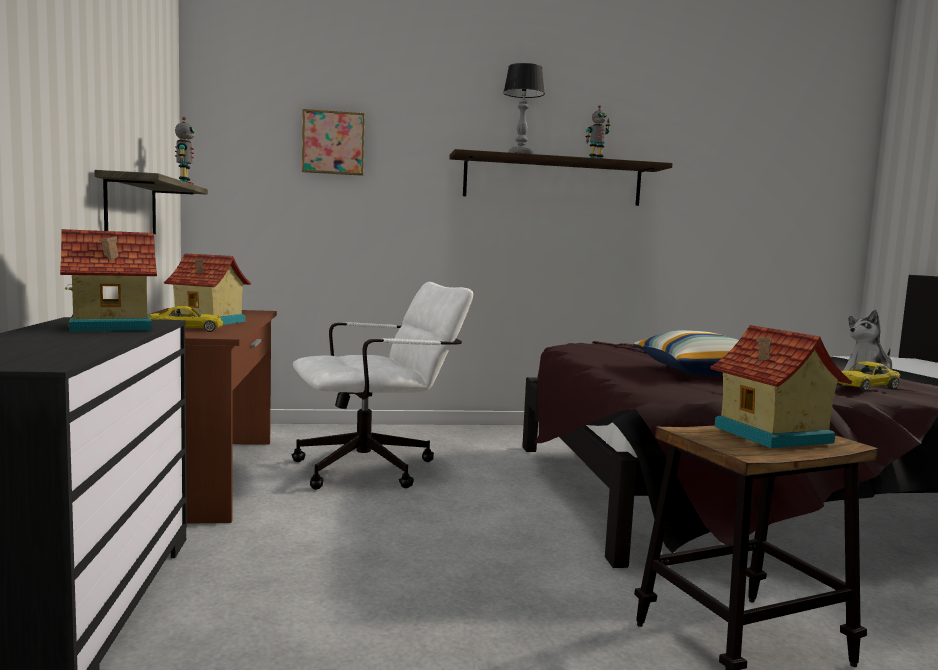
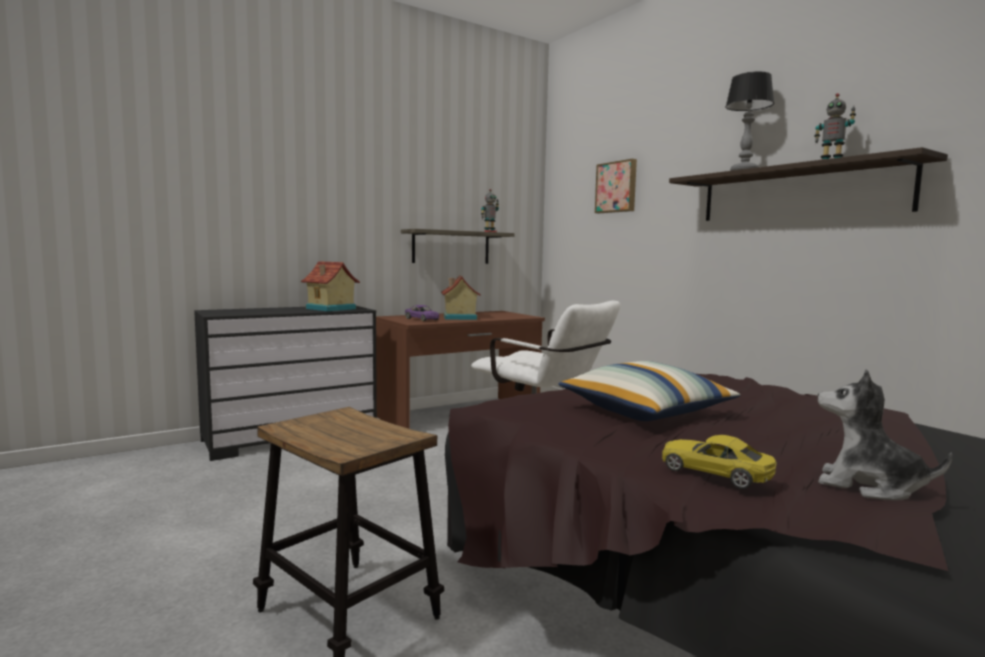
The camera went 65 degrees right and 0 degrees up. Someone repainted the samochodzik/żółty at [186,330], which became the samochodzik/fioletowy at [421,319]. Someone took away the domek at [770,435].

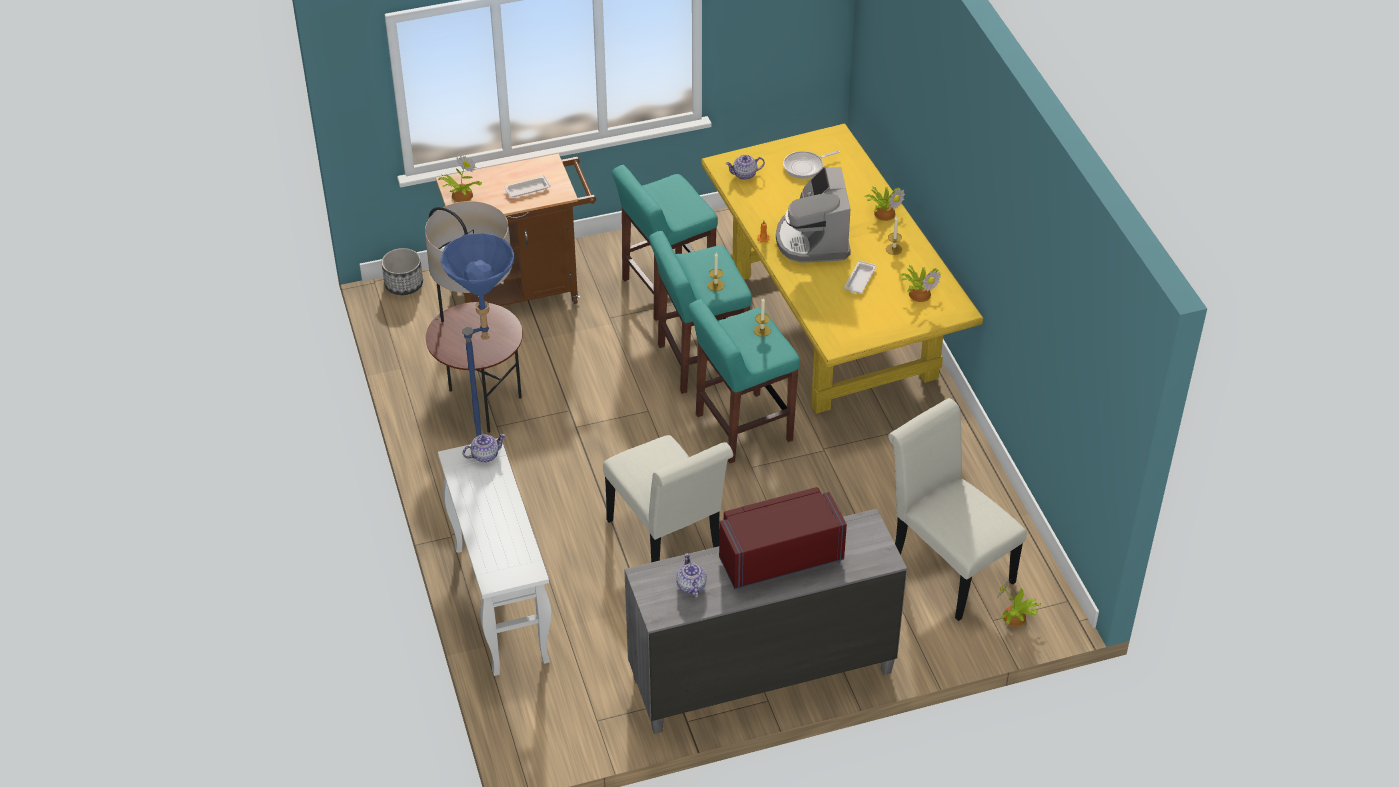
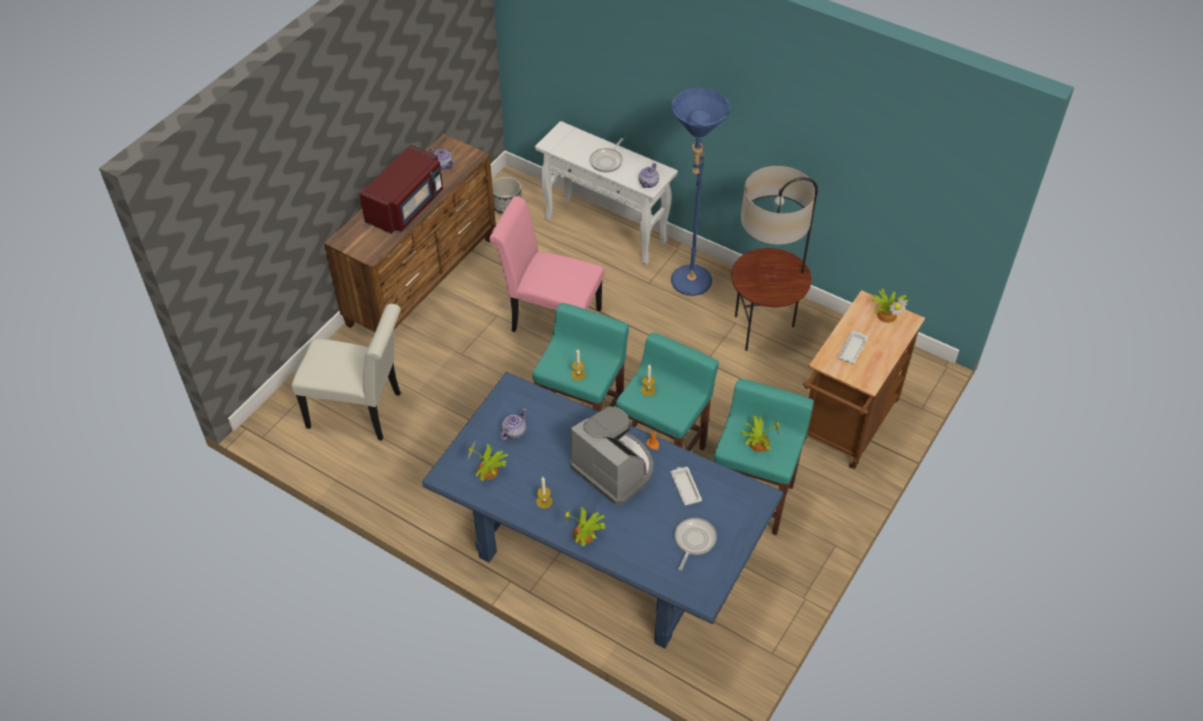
The camera went 140 degrees right and 5 degrees up. Someone repainted the stół jadalny/żółty at [833,326], which became the stół jadalny/niebieski at [600,552]. Someone carried the imbryk from [745,174] to [513,432]. Someone carried the donica from [404,284] to [506,205]. Someone carried the taca/biały from [859,280] to [685,487]. Someone repainted the krzesło/biały at [668,543], which became the krzesło/różowy at [550,318]. Someone repainted the komoda/szary at [760,674], which became the komoda/brązowy at [423,281]. Someone carried the roślina doniczkowa from [1015,618] to [758,443]. Someone put down the patelnia at [607,161].

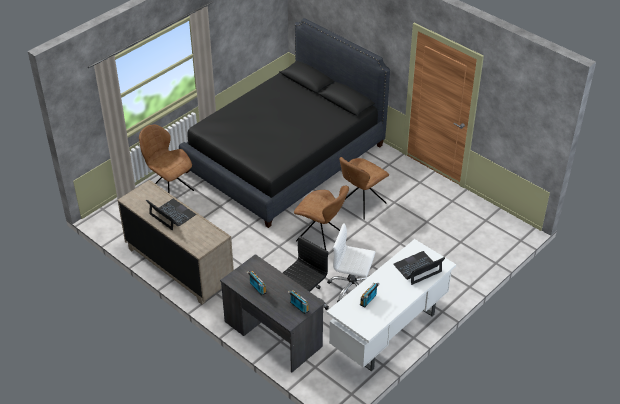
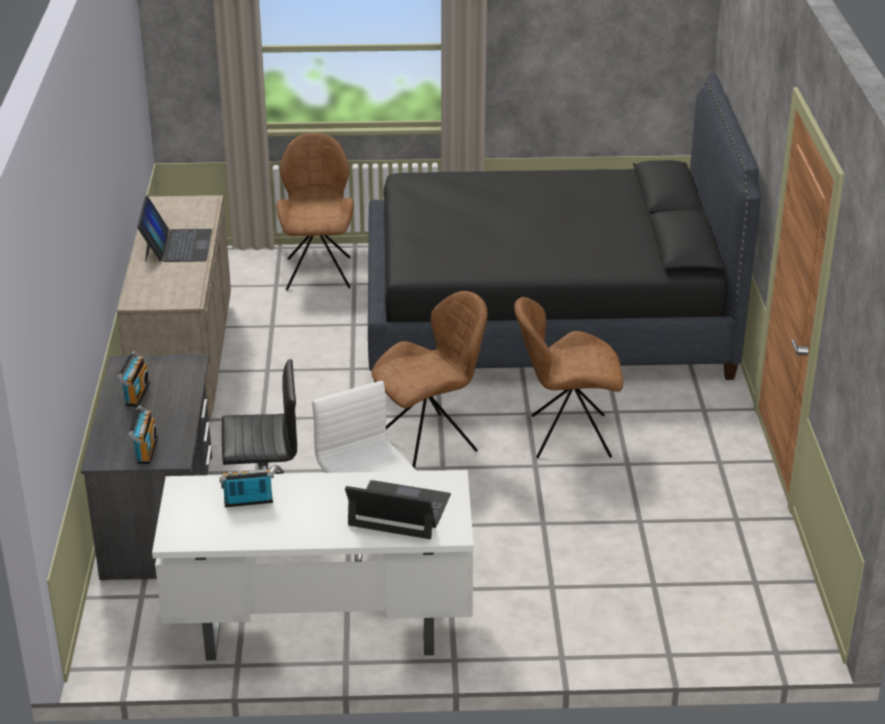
The camera went 45 degrees right and 10 degrees down. Someone rotated the krzesło/brązowy at [321,237] by 105 degrees counterclockwise.

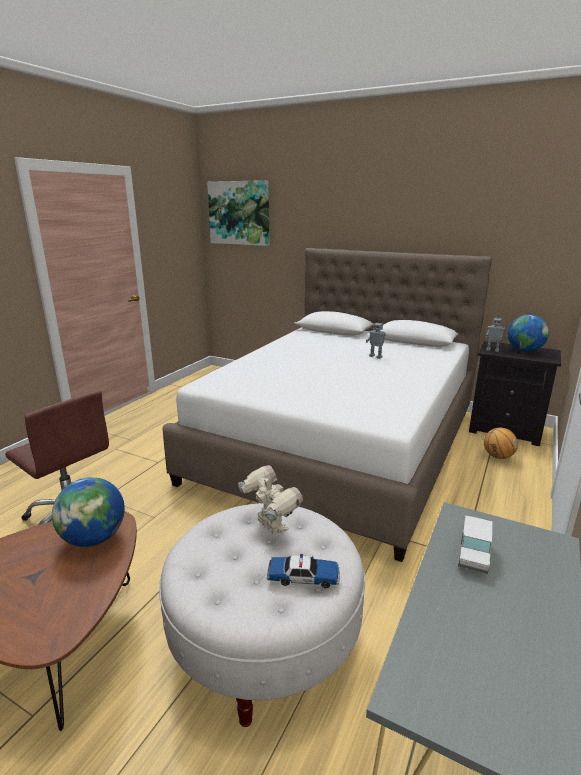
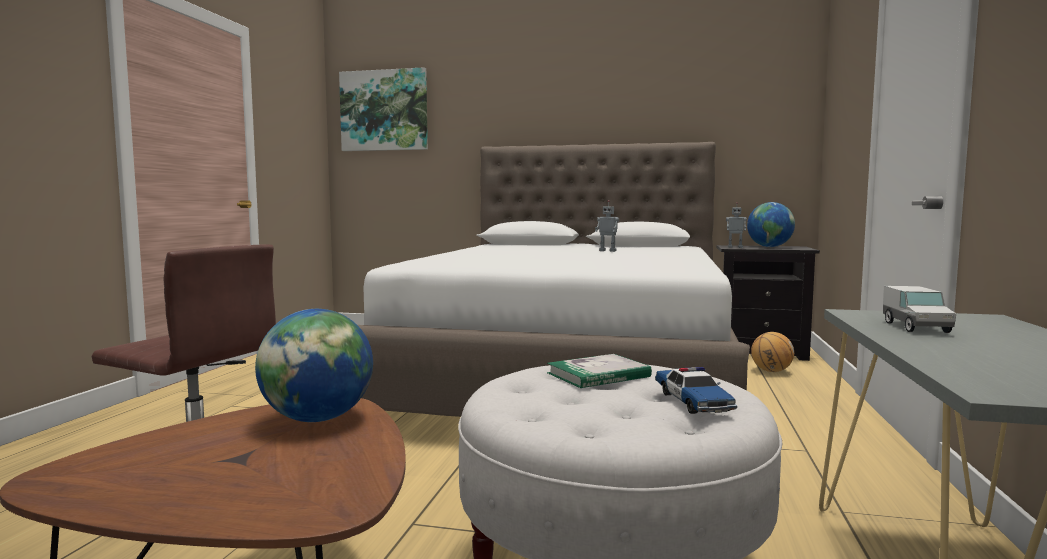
The camera went 15 degrees left and 15 degrees down. Someone swapped the robot zabawkowy at [270,527] for the książka at [598,375]. Someone rotated the samochodzik at [303,577] by 90 degrees clockwise.

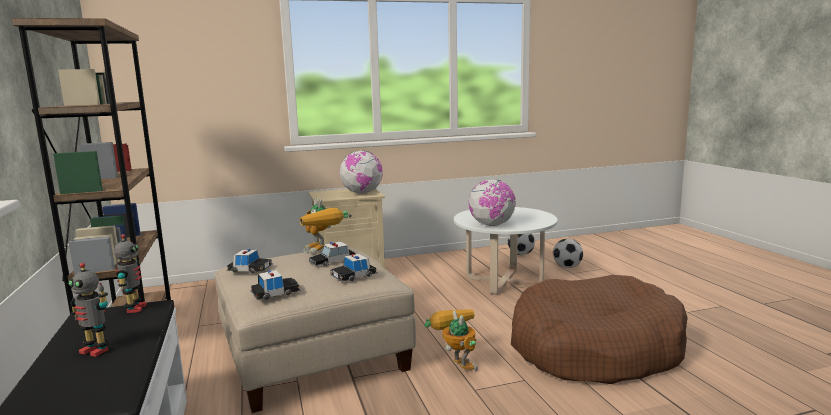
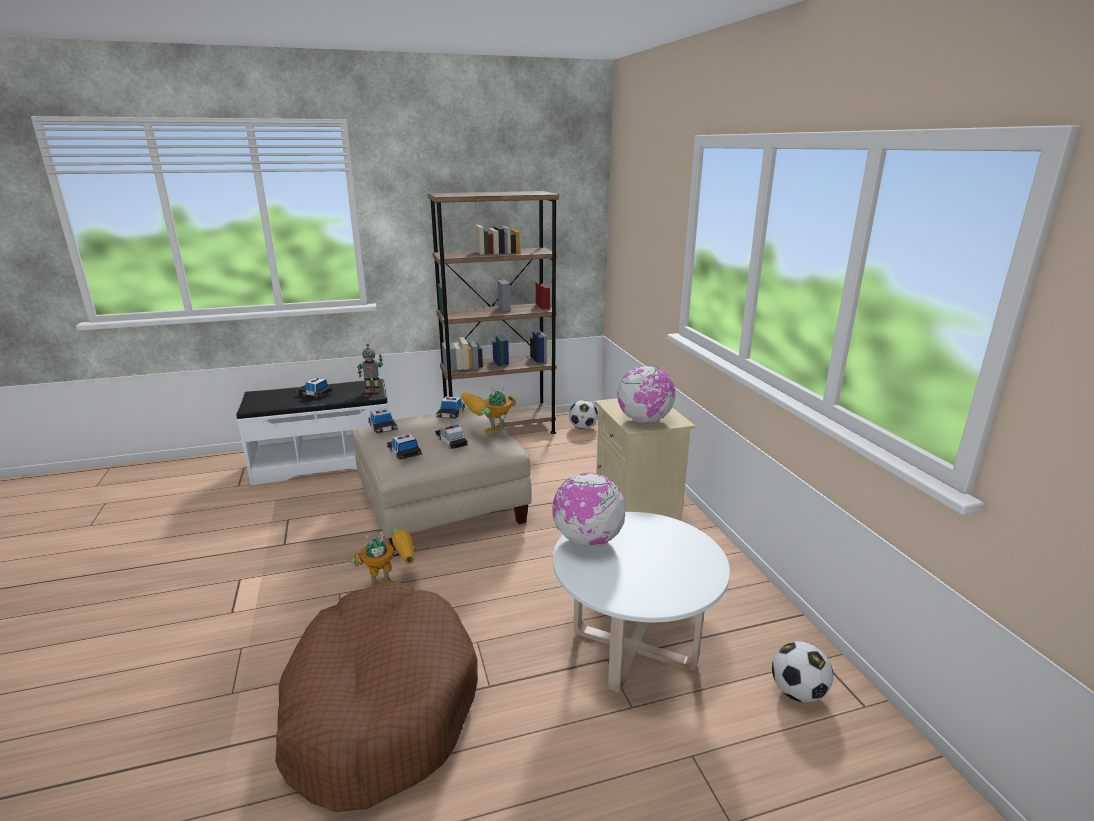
The camera went 90 degrees right and 10 degrees up. Someone carried the piłka futbolowa from [567,267] to [583,427]. Someone swapped the robot zabawkowy at [96,350] for the samochodzik at [315,393].

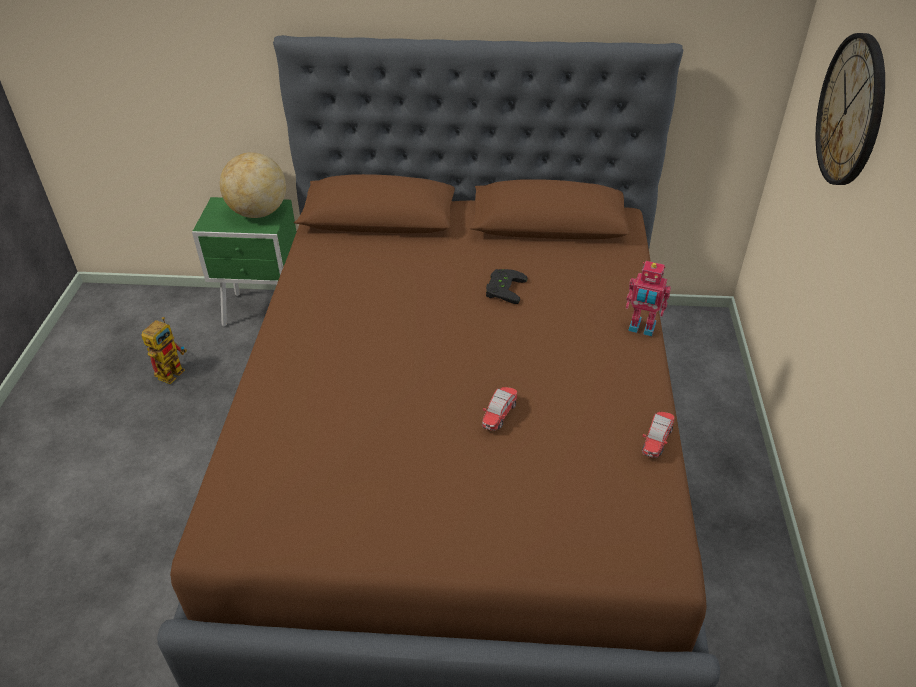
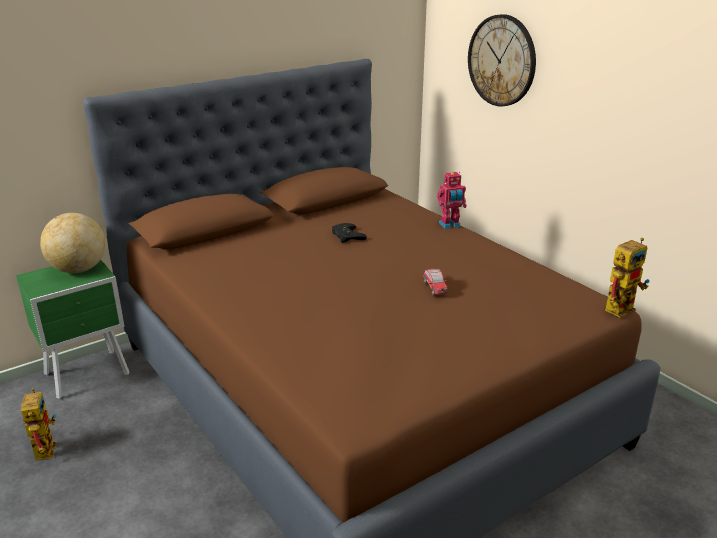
The camera went 40 degrees left and 15 degrees down. Someone took away the samochodzik at [656,441]. Someone put down the robot zabawkowy at [621,306].

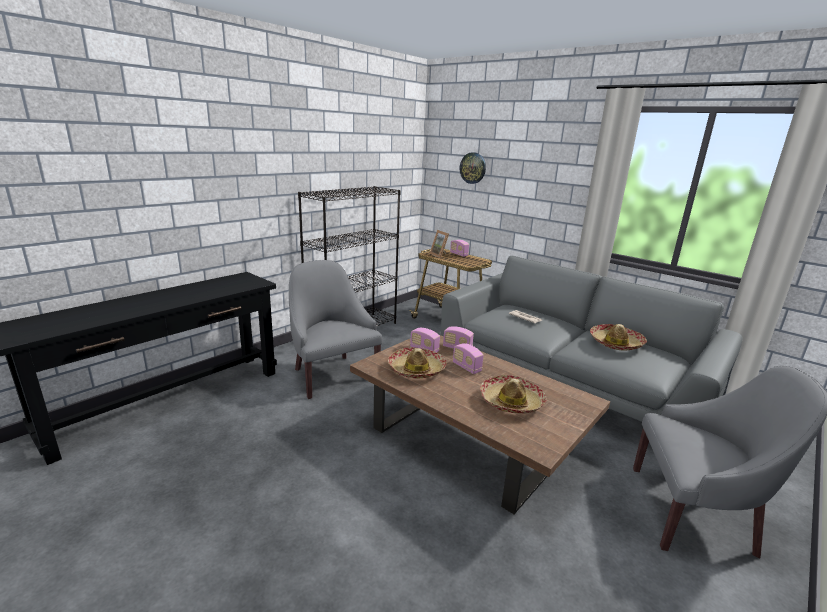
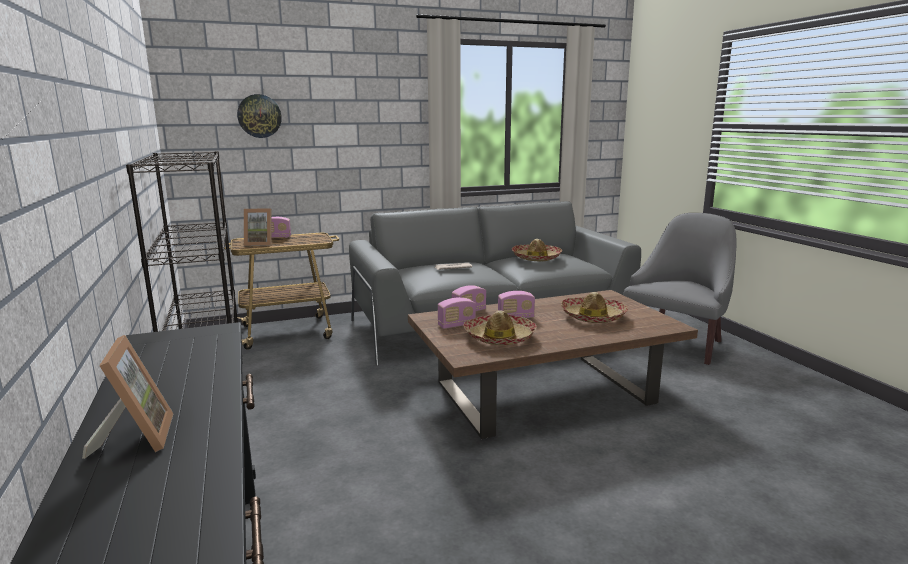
The camera went 60 degrees left and 5 degrees down. Someone took away the fotel/szary at [332,374]. Someone put down the ramka na zdjęcie at [136,437].

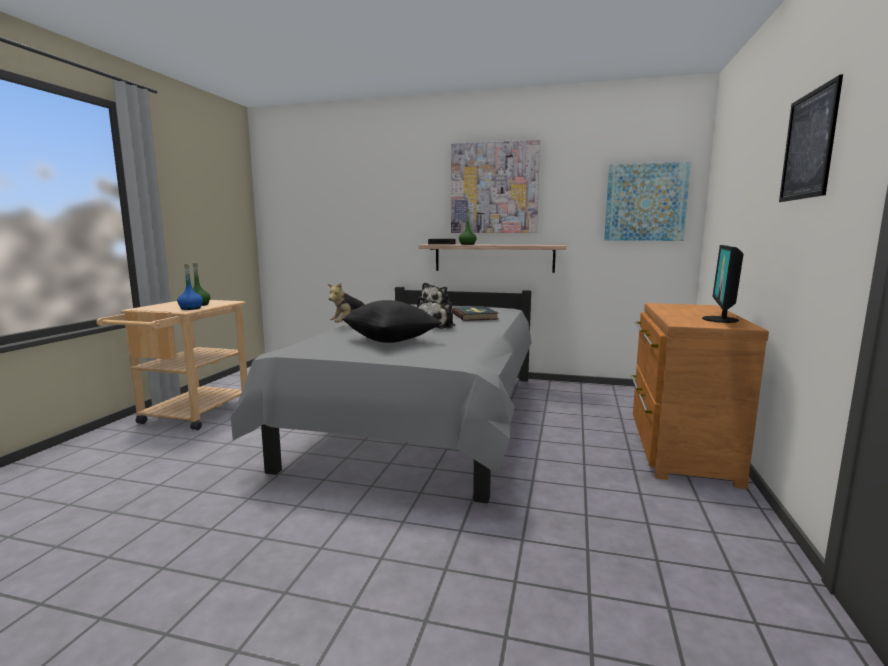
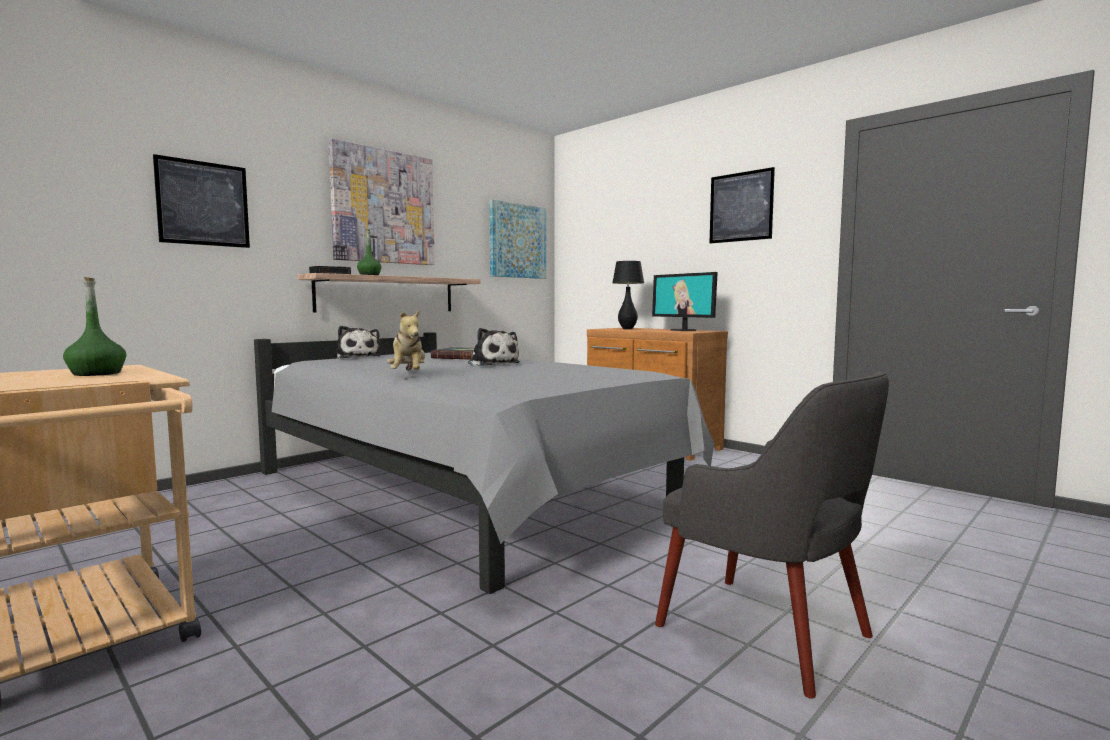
The camera went 60 degrees left and 5 degrees down. Someone took away the butelka/niebieski at [191,308]. Someone took away the poduszka/czarny at [390,341]. Someone put up the obraz at [203,203]. Someone put down the lampa stołowa/czarny at [627,329]. Someone put down the fotel/szary at [767,632].

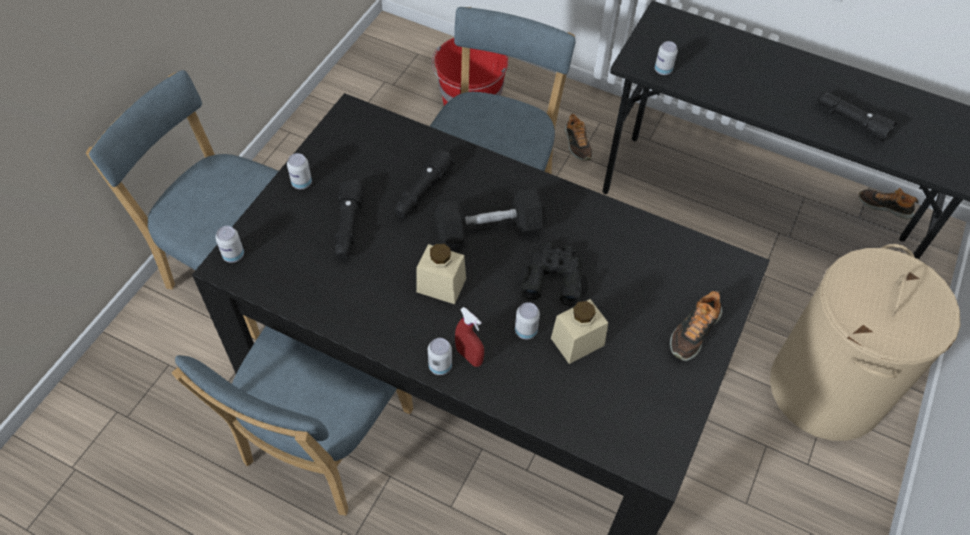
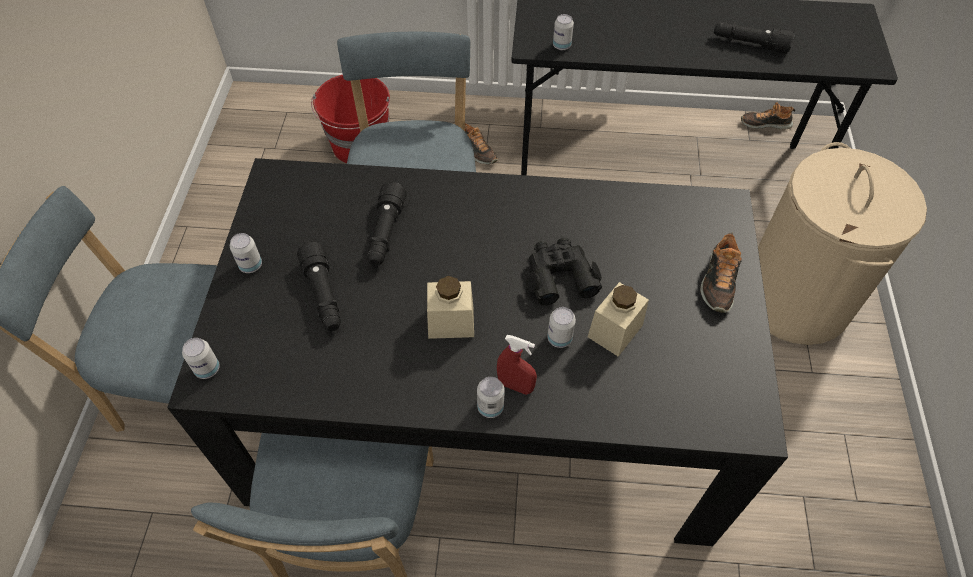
The camera went 20 degrees left and 0 degrees up. Someone took away the hantel/czarny at [489,229].

